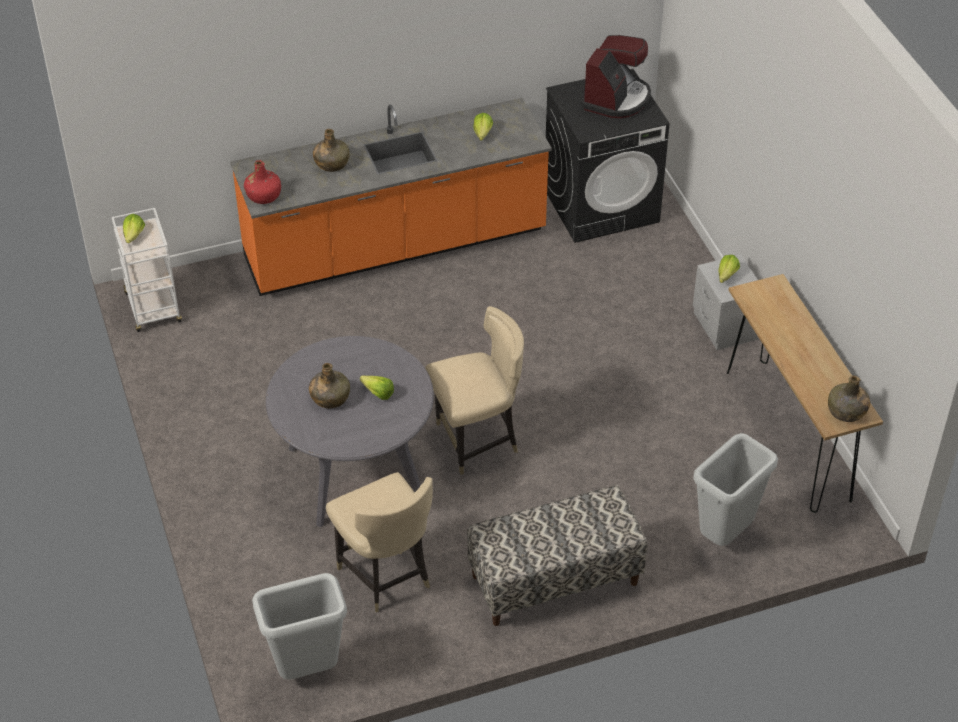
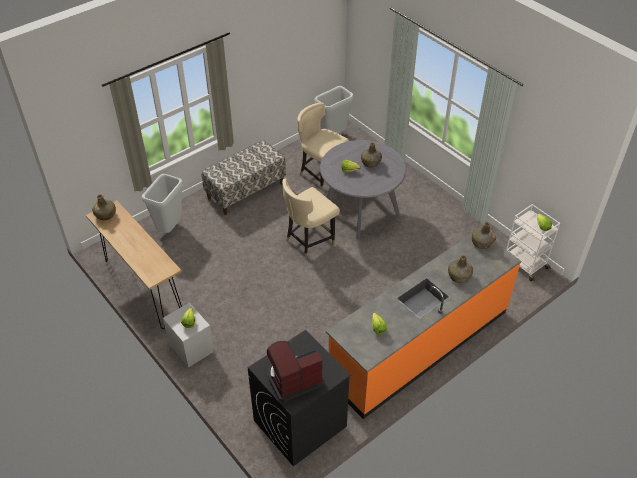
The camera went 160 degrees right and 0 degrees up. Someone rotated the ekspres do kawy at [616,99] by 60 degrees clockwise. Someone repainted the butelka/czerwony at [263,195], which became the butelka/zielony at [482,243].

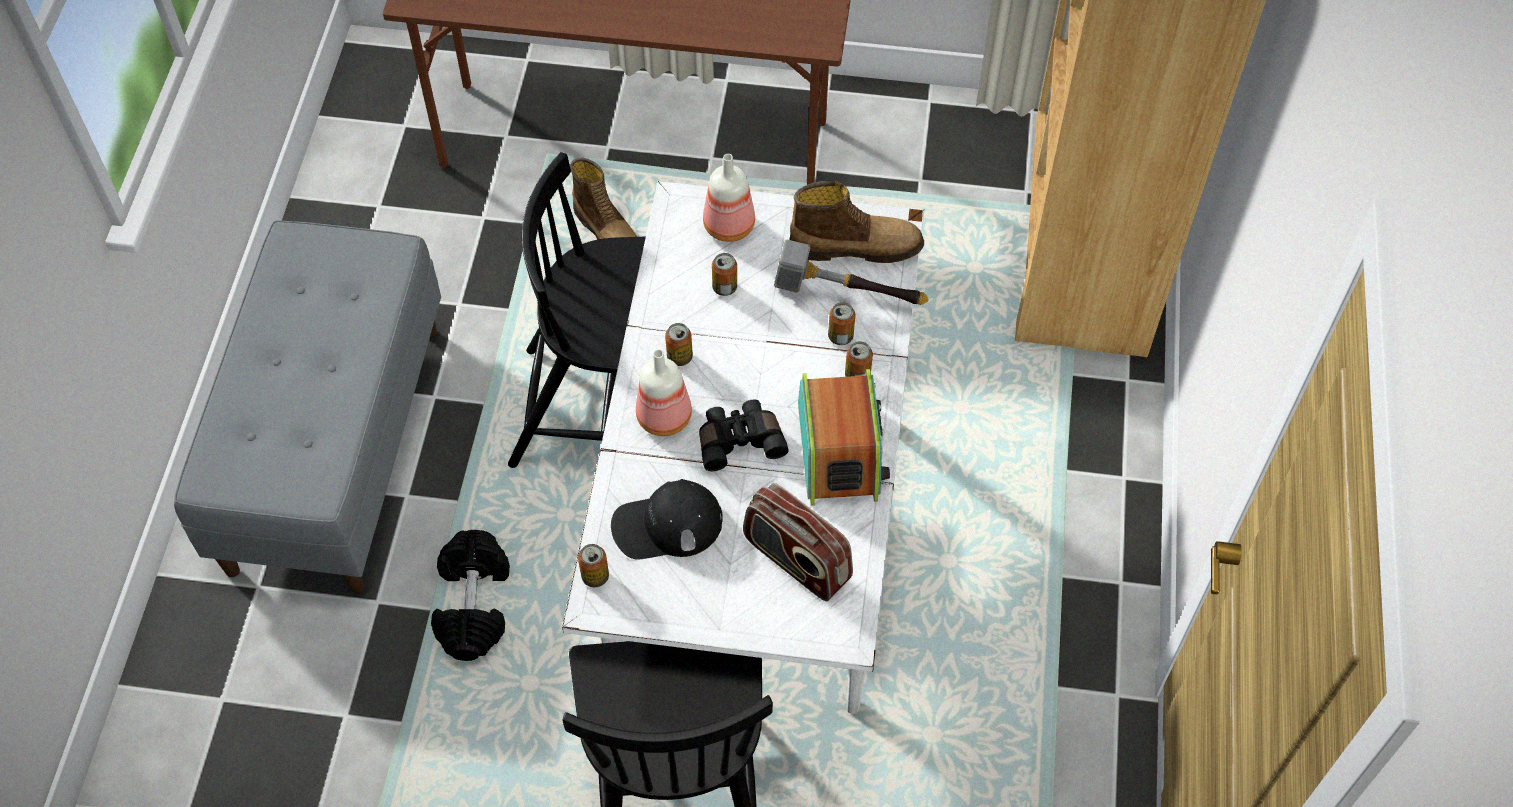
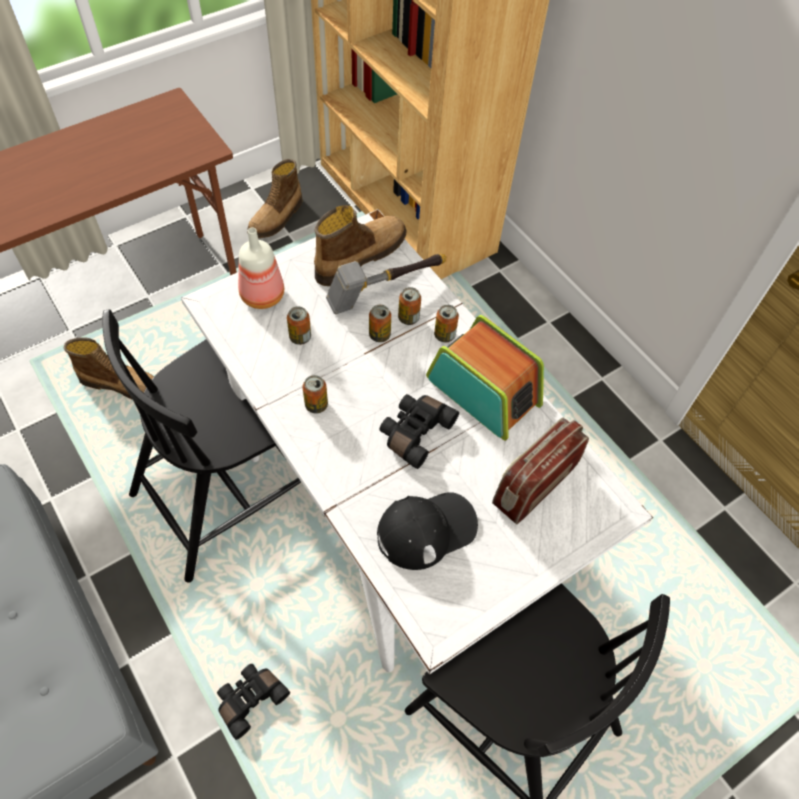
The camera went 45 degrees left and 0 degrees up. Someone took away the butelka at [666,416]. Someone rotated the czapka z daszkiem/czarny at [667,525] by 150 degrees counterclockwise. Someone rotated the radio at [796,560] by 135 degrees clockwise. Someone swapped the hantel/czarny at [474,606] for the lornetka/czarny at [250,698]. Someone carried the puszka from [595,576] to [379,335]. Someone put down the but z cholewką at [277,218].

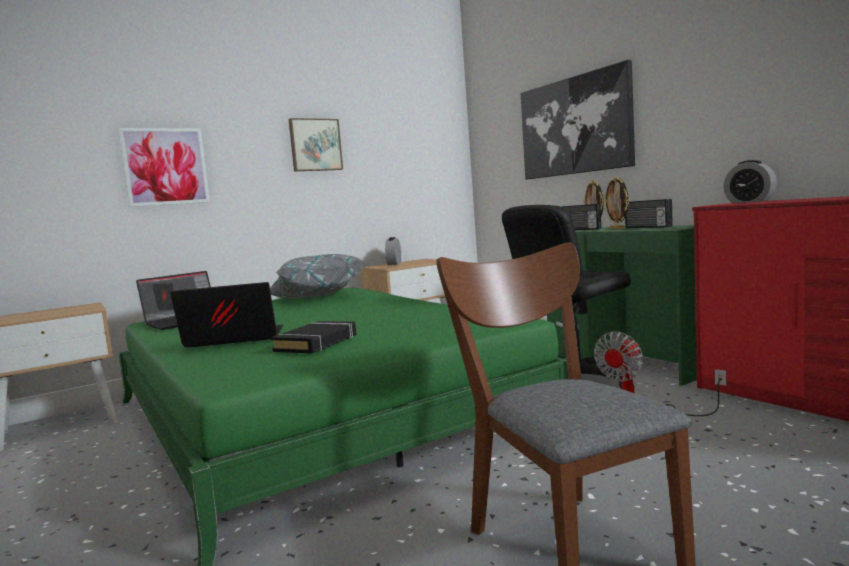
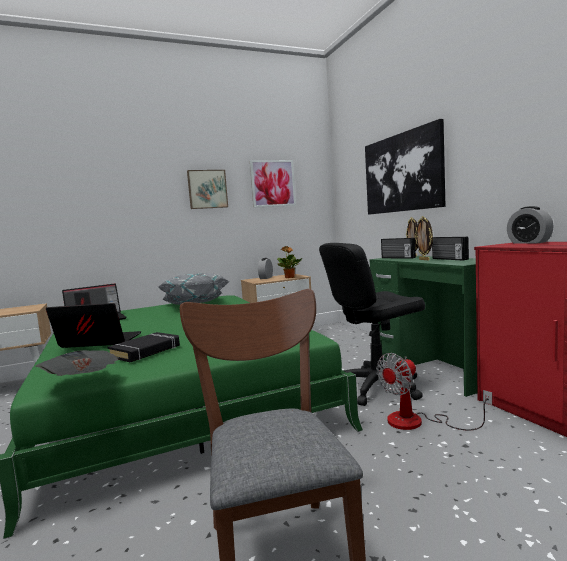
The camera went 10 degrees right and 0 degrees up. Someone carried the obraz from [165,167] to [273,183]. Someone put down the roślina doniczkowa at [289,277]. Someone put down the gazeta at [84,383].

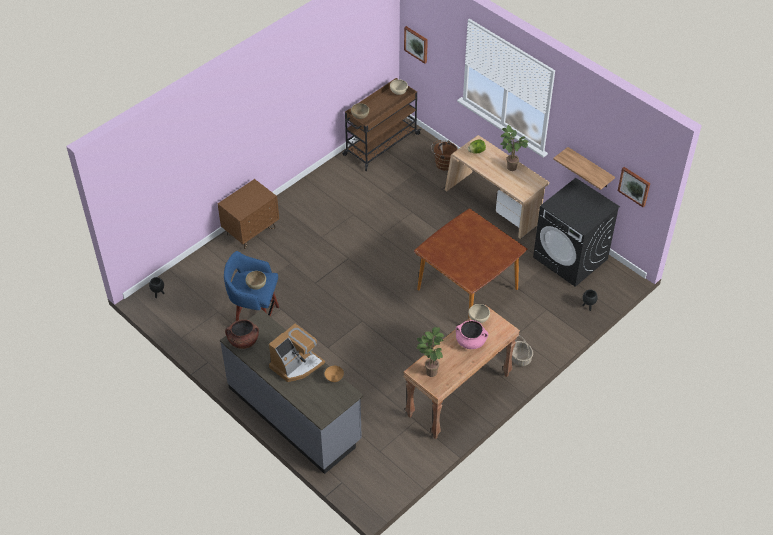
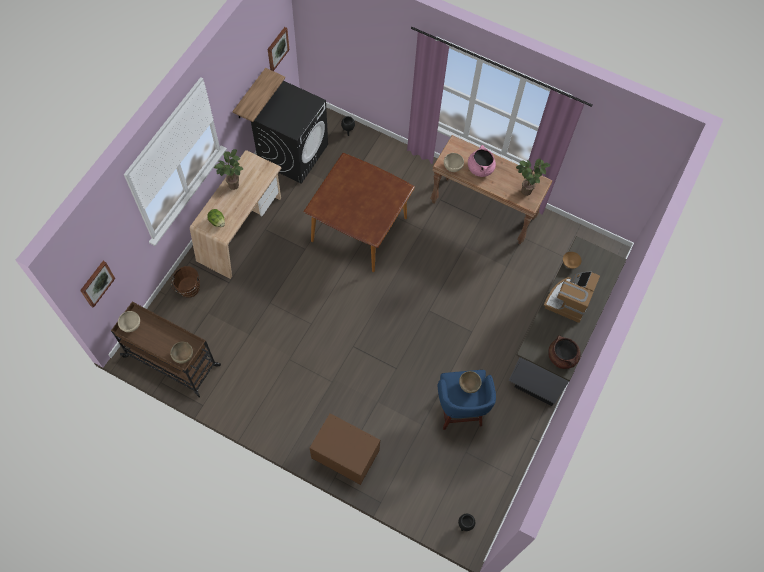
The camera went 110 degrees left and 15 degrees up. Someone rotated the ekspres do kawy at [296,364] by 90 degrees counterclockwise. Someone took away the koszyk at [520,358].

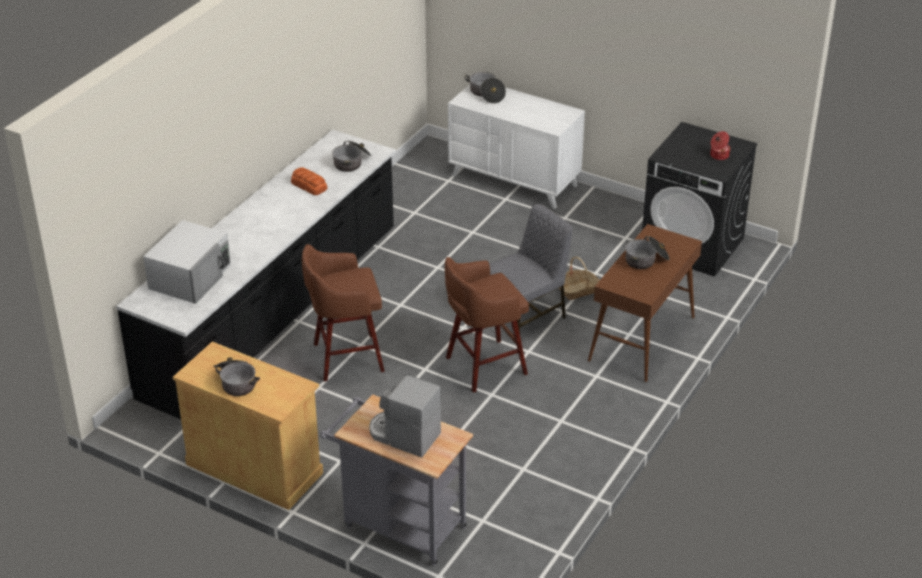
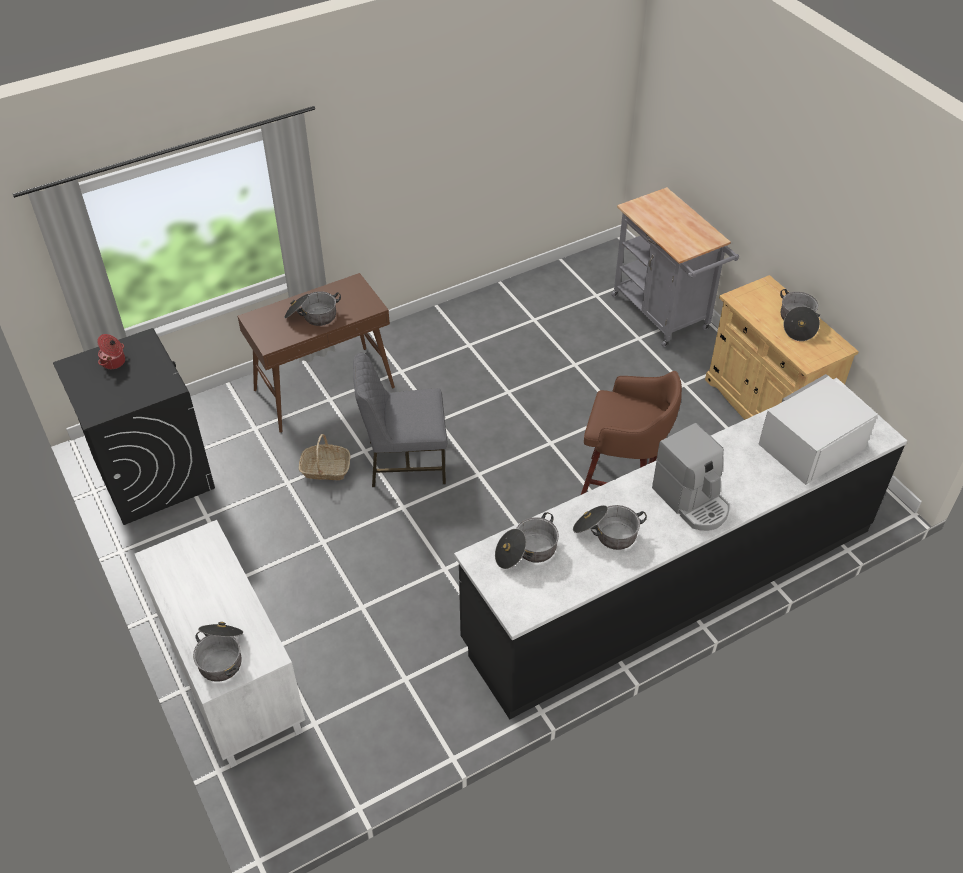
The camera went 150 degrees left and 10 degrees up. Someone swapped the chleb at [309,185] for the garnek at [606,533]. Someone took away the stołek/brązowy at [483,366]. Someone carried the ekspres do kawy from [403,435] to [692,501].

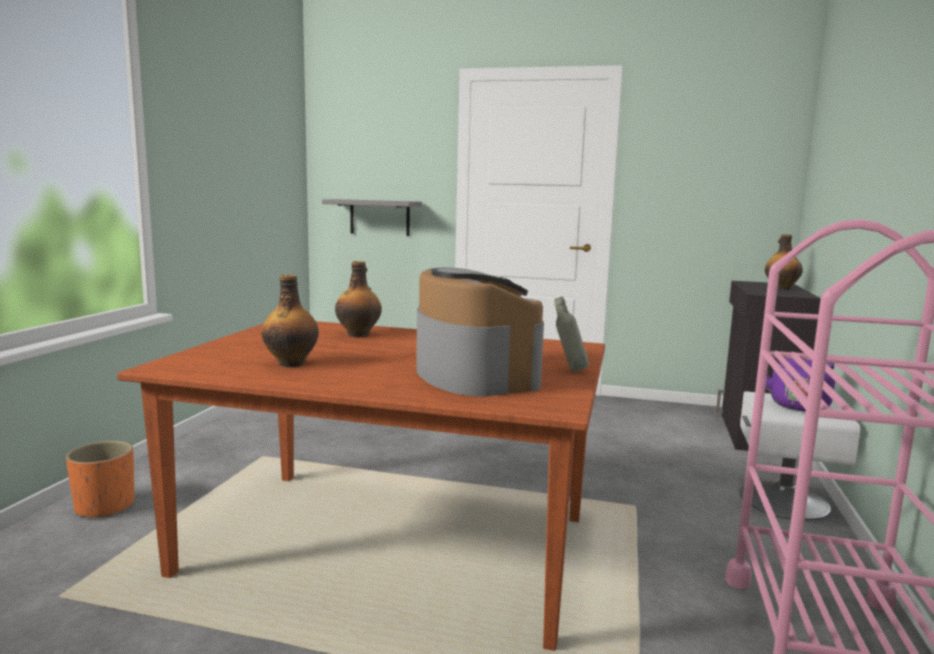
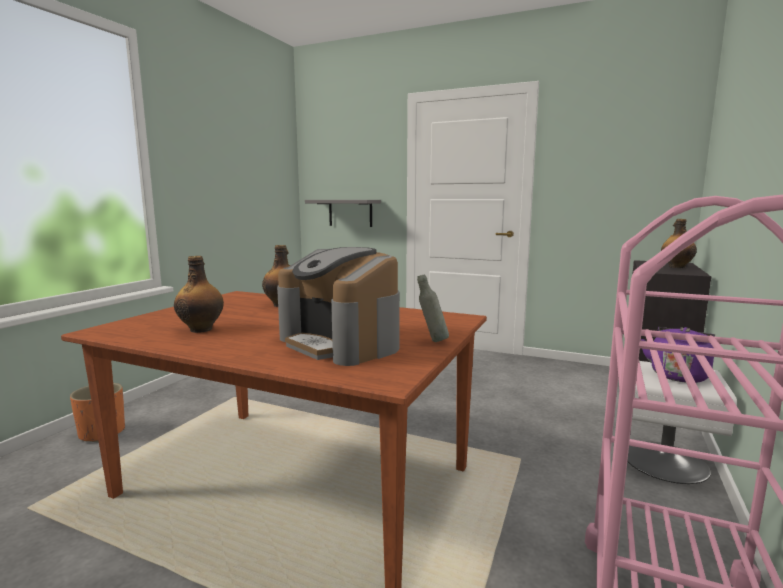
The camera went 10 degrees right and 0 degrees up. Someone rotated the ekspres do kawy at [472,374] by 150 degrees clockwise.

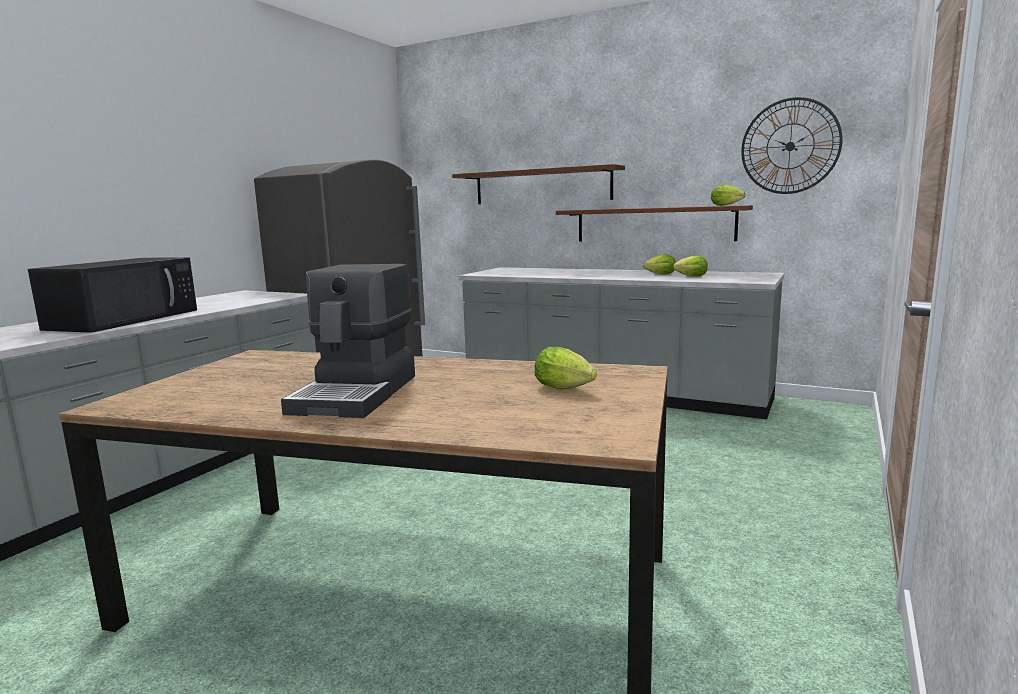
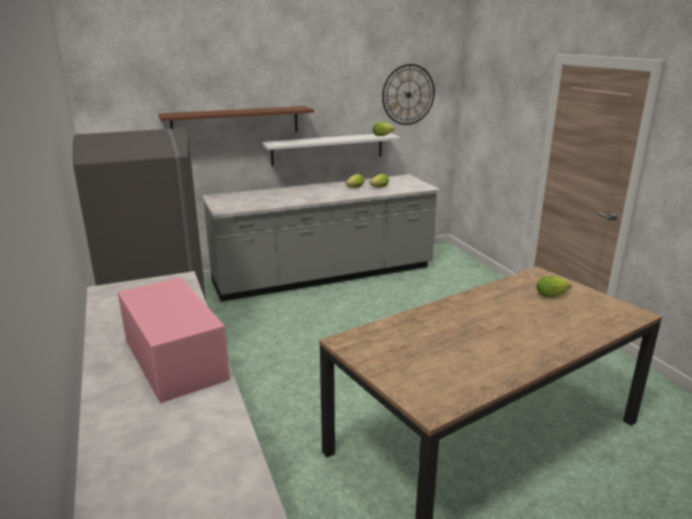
The camera went 50 degrees left and 10 degrees up. Someone repainted the półka/brązowy at [654,224], which became the półka/biały at [328,149]. Someone repainted the mikrofalówka/czarny at [126,319], which became the mikrofalówka/różowy at [173,358]. Someone took away the ekspres do kawy at [358,394].

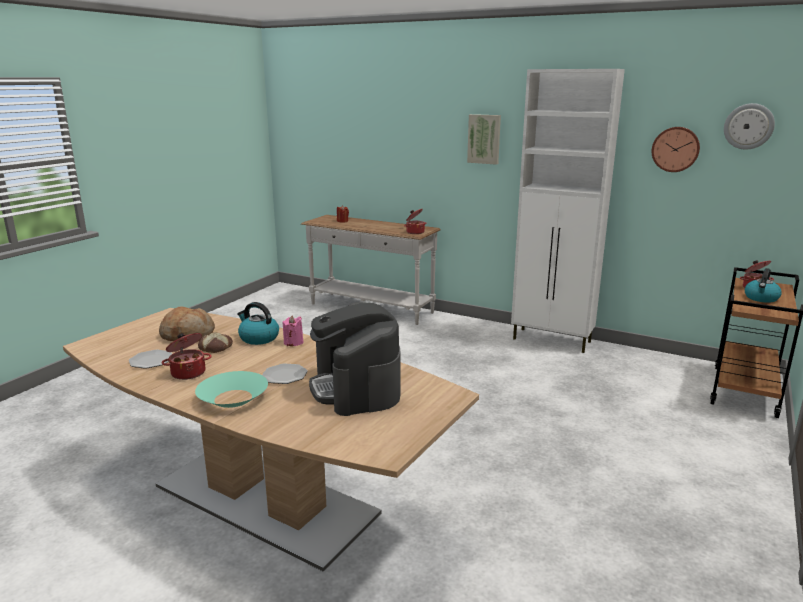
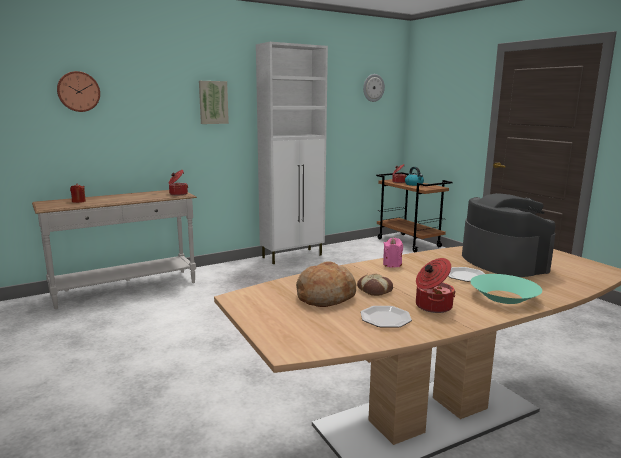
The camera went 60 degrees left and 5 degrees down. Someone carried the zegar ścienny from [675,149] to [78,91]. Someone took away the czajnik at [258,338]. Someone rotated the ekspres do kawy at [356,388] by 120 degrees counterclockwise.

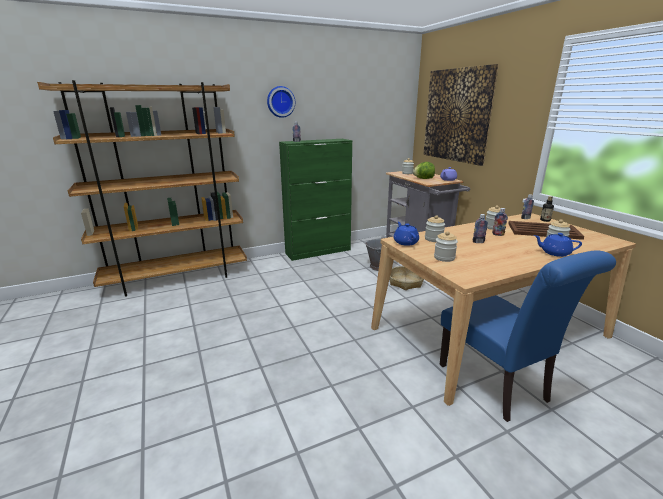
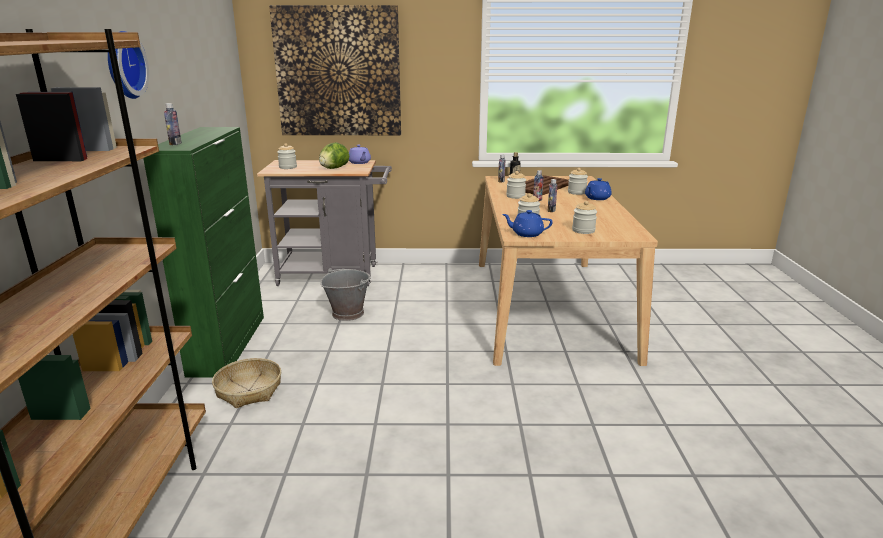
The camera went 65 degrees left and 0 degrees up. Someone took away the krzesło/niebieski at [497,386]. Someone carried the koszyk from [405,282] to [249,390].

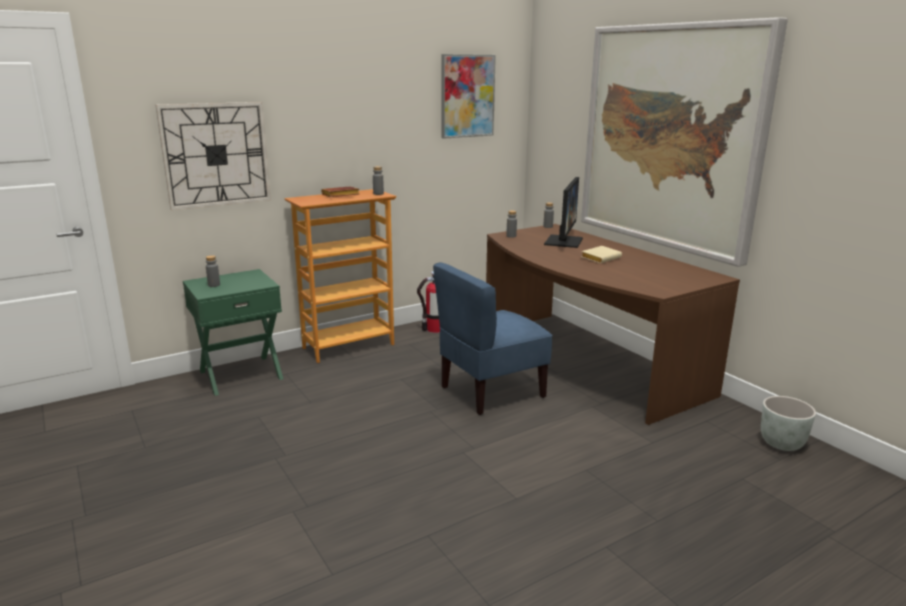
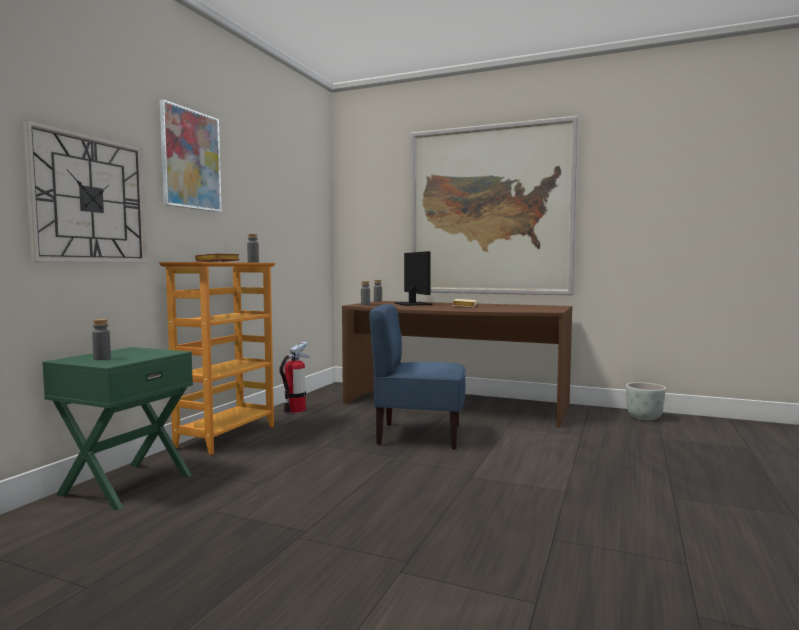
The camera went 35 degrees left and 15 degrees down. Someone carried the obraz from [467,96] to [191,159]. Someone rotated the krzesło/niebieski at [491,391] by 75 degrees clockwise.

